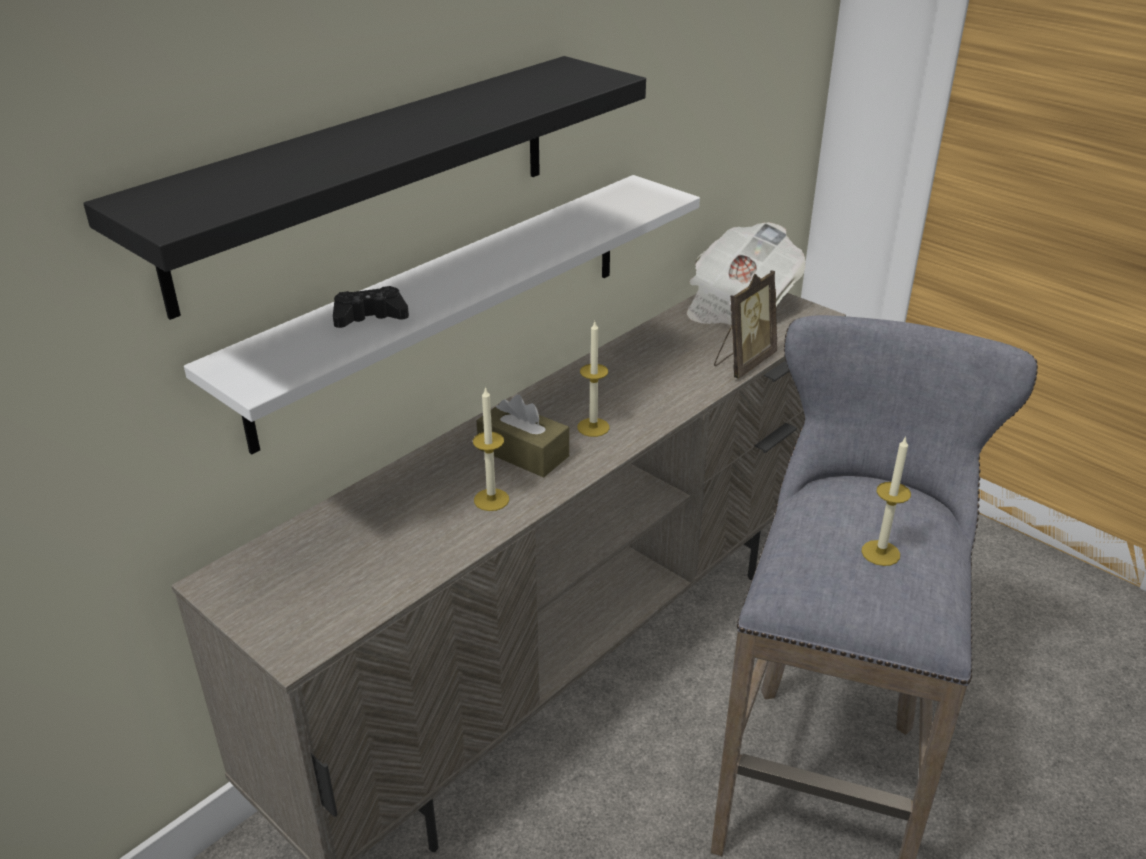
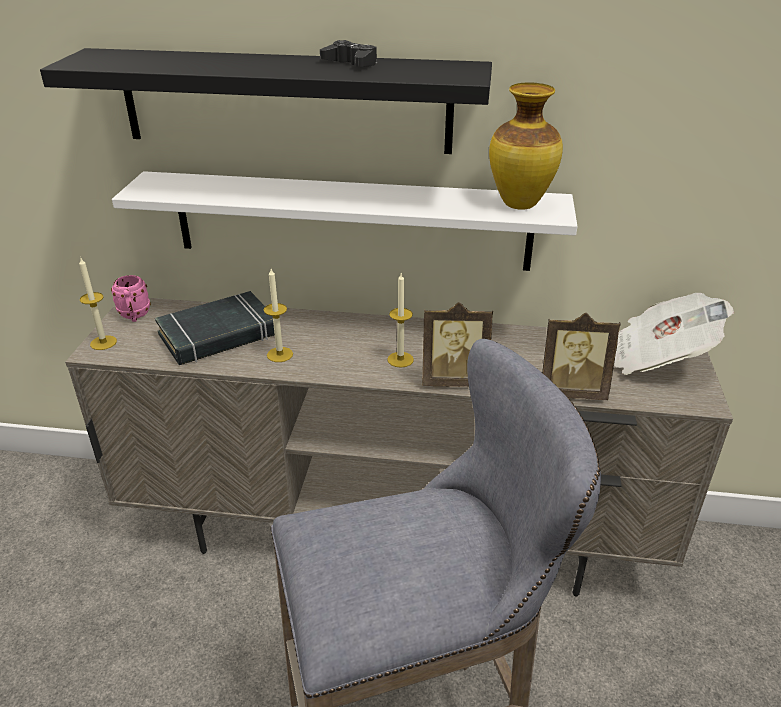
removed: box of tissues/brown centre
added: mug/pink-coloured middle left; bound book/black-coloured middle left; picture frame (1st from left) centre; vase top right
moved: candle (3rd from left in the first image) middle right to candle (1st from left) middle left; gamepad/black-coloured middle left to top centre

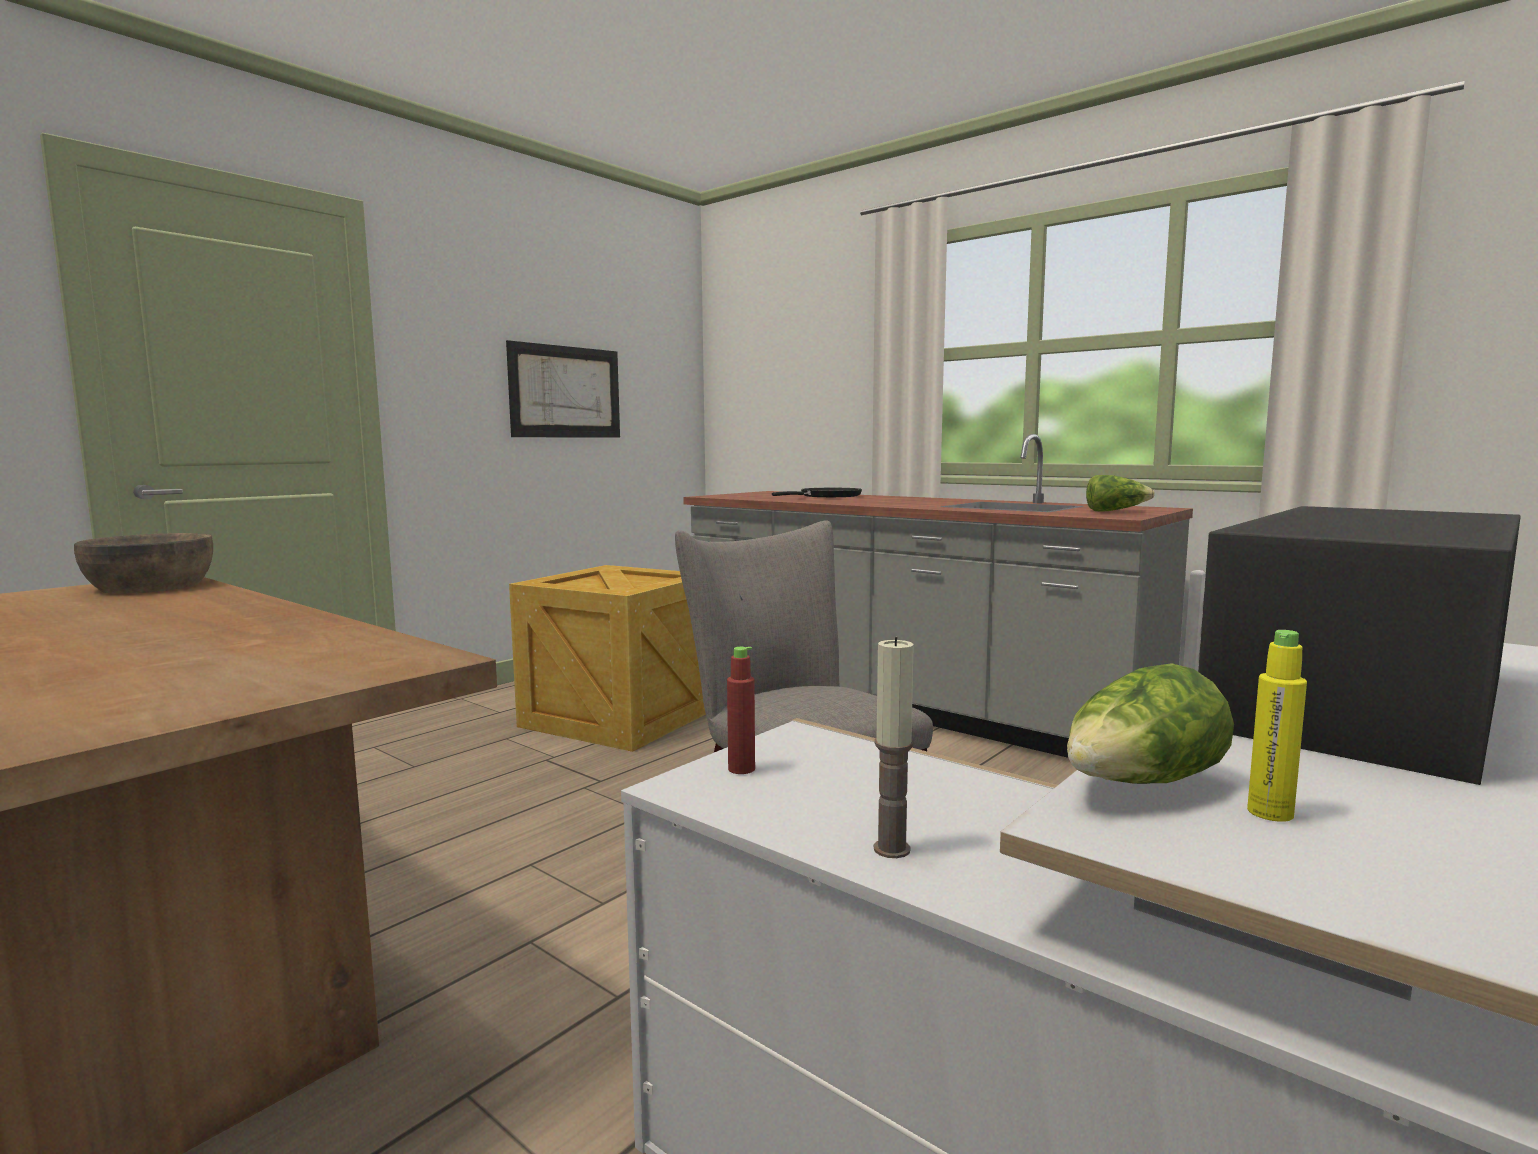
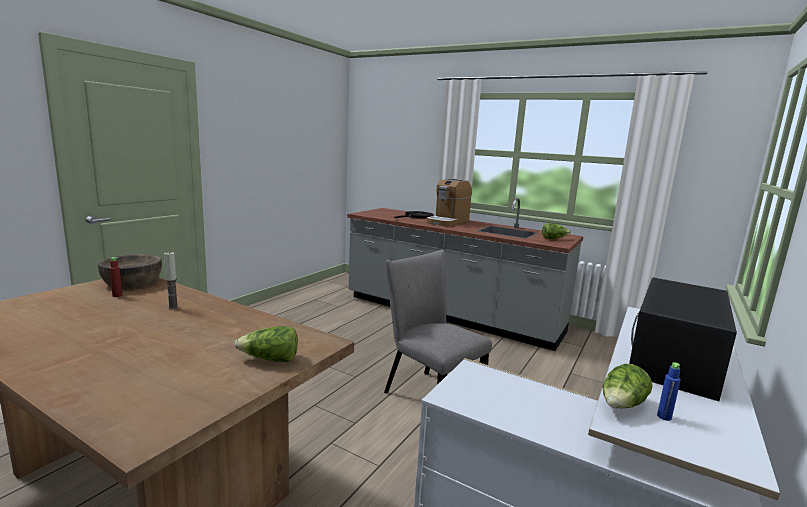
removed: wall picture centre; shipping crate centre
added: head of lettuce (1st from left) bottom left; coffee brewer centre
moved: bottle/red centre to middle left; candle centre to middle left
recoloured: bottle/yellowish middle right to bottle/blue-coloured bottom right

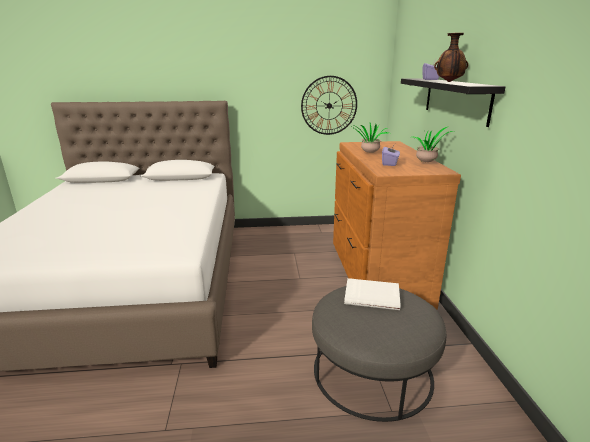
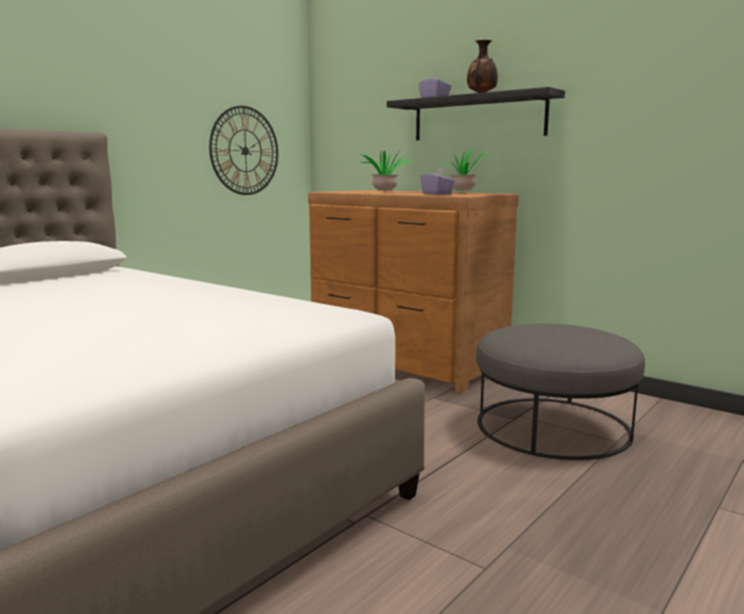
removed: bound book/white centre

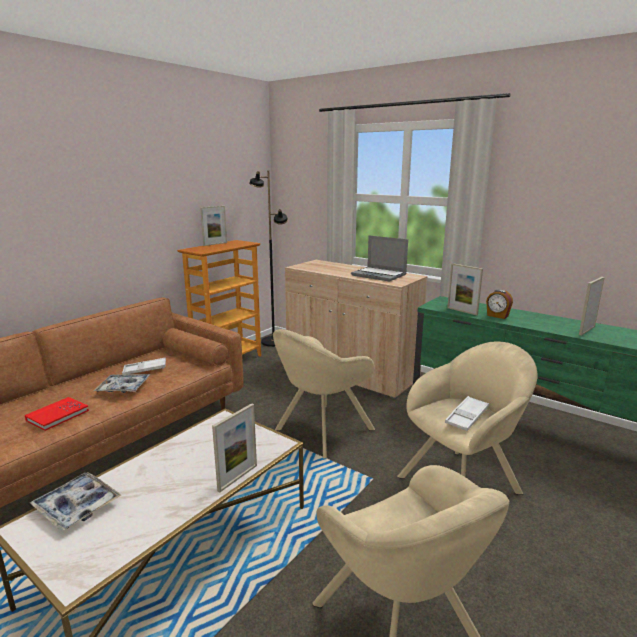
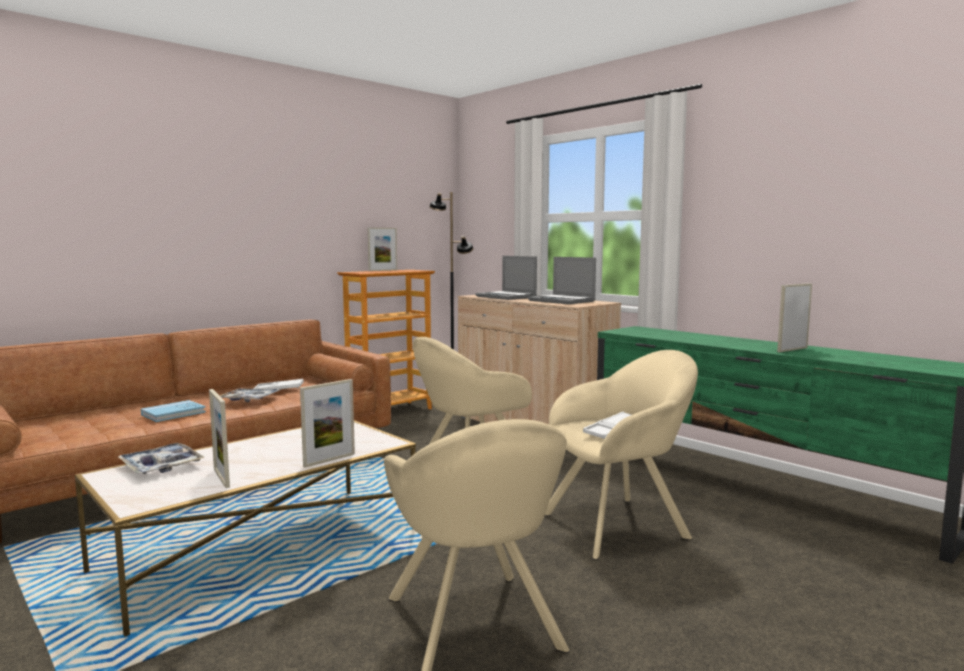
removed: alarm clock middle right
added: portable computer (1st from left) centre
moved: picture frame (3rd from left in the first image) middle right to picture frame (1st from left) middle left
recoloured: bound book/red middle left to bound book/blue-coloured middle left

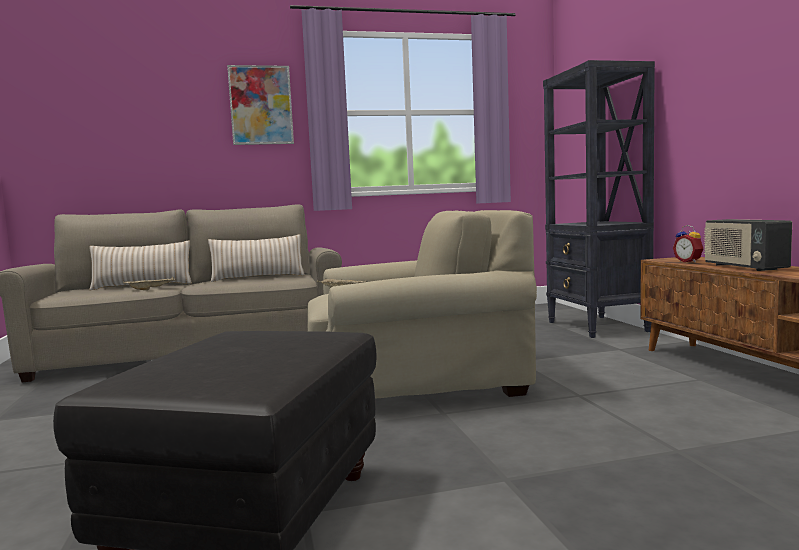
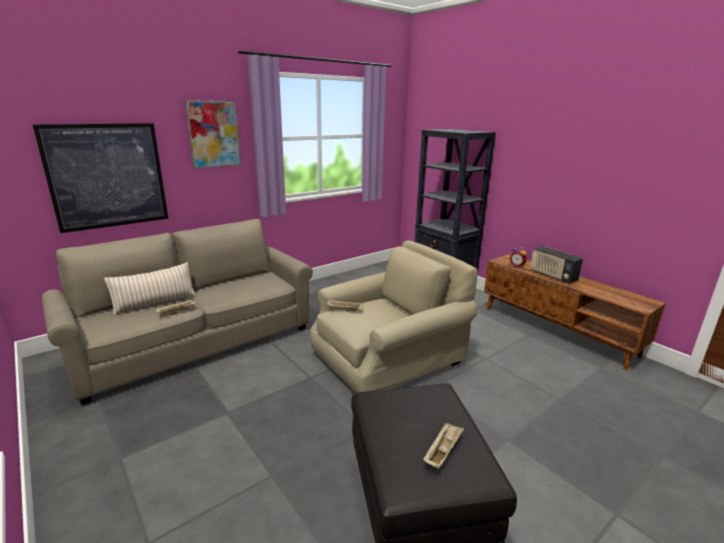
removed: pillow/beige-coloured (2nd from left) middle left
added: wall picture (1st from left) top left; serving tray/beige-coloured (3rd from left) bottom centre

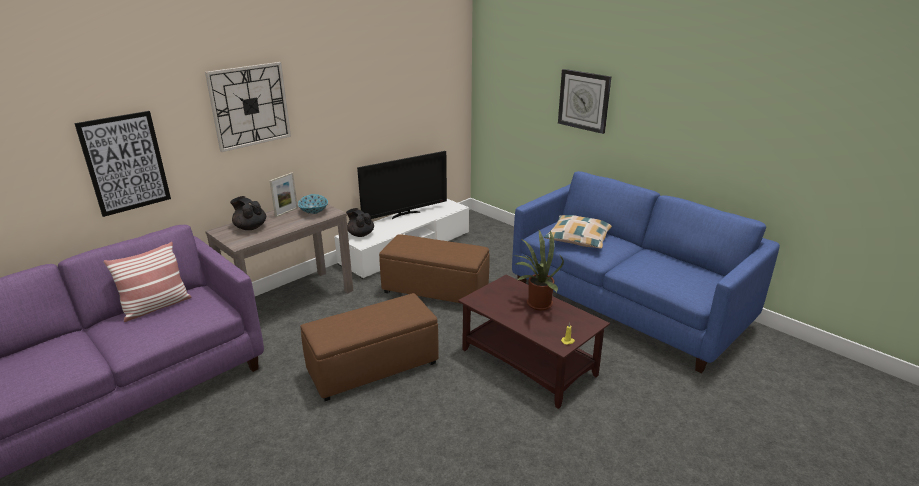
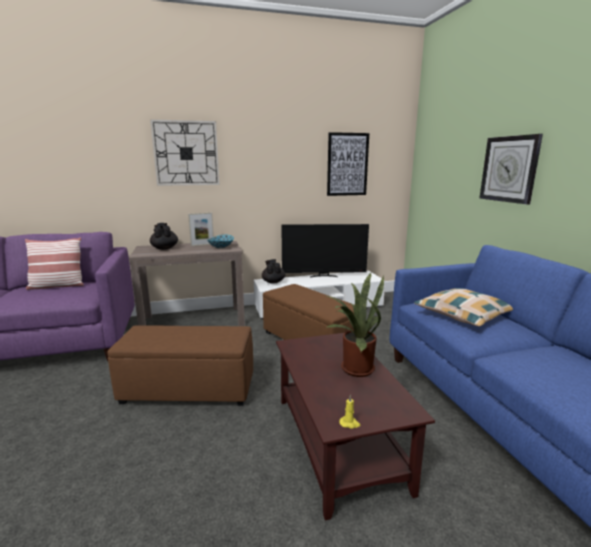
moved: wall picture middle left to top centre

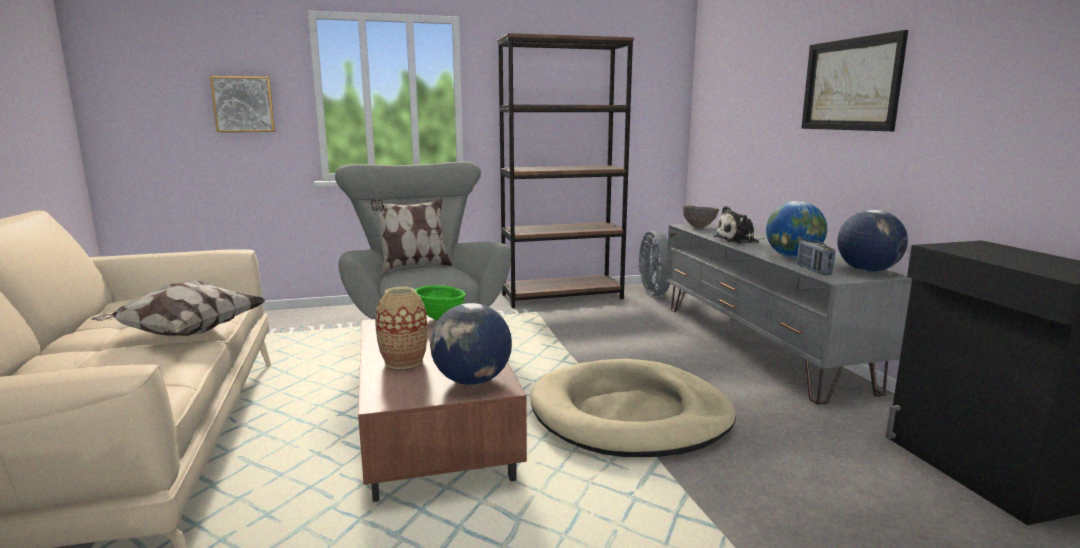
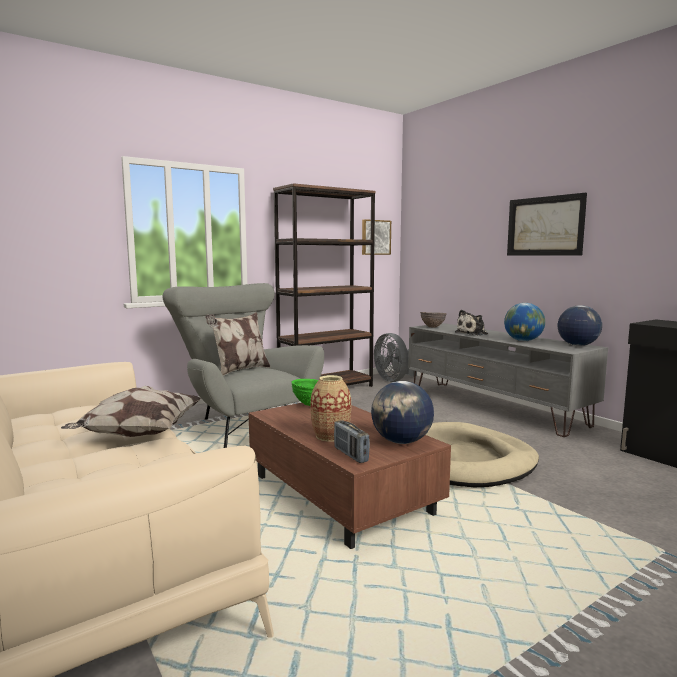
moved: radio middle right to centre; wall picture (1st from left) top left to centre

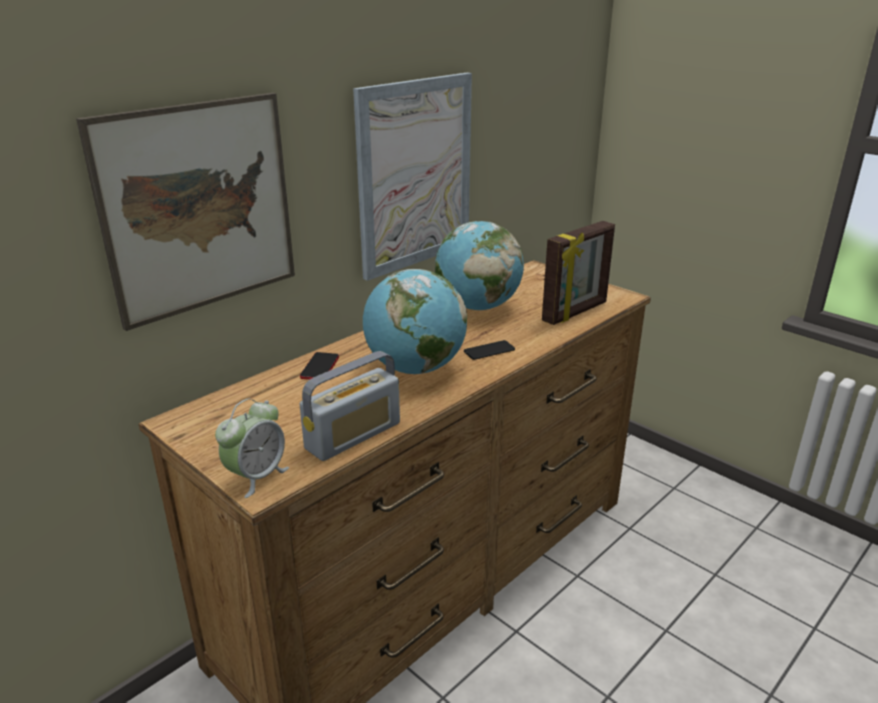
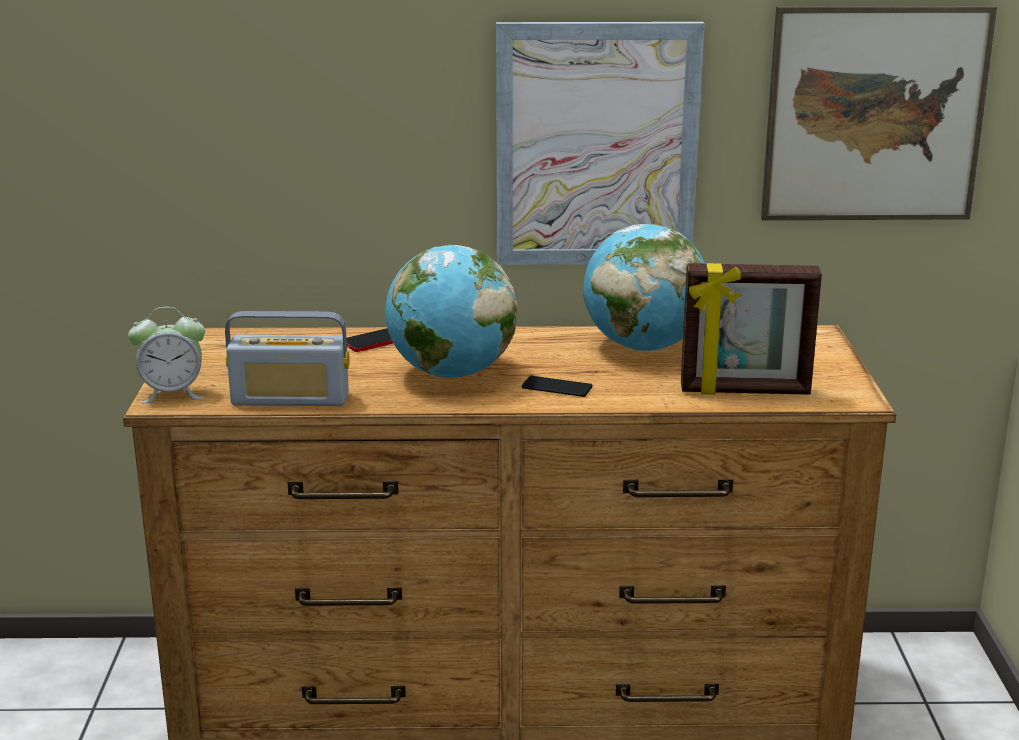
moved: wall picture (1st from left in the first image) top left to wall picture (2nd from left) top right

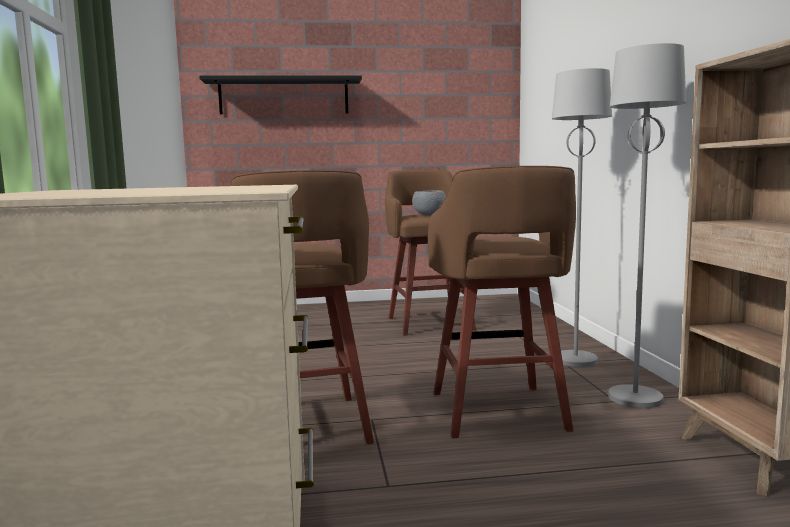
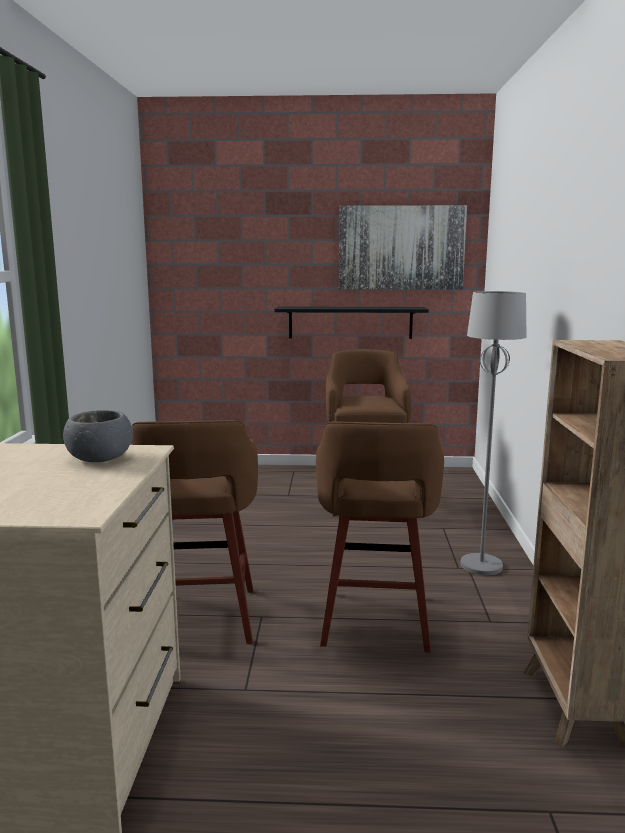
removed: standard lamp/gray (2nd from left) middle right
added: wall picture top centre
moved: bowl/gray centre to middle left; shelf/black-coloured top centre to centre

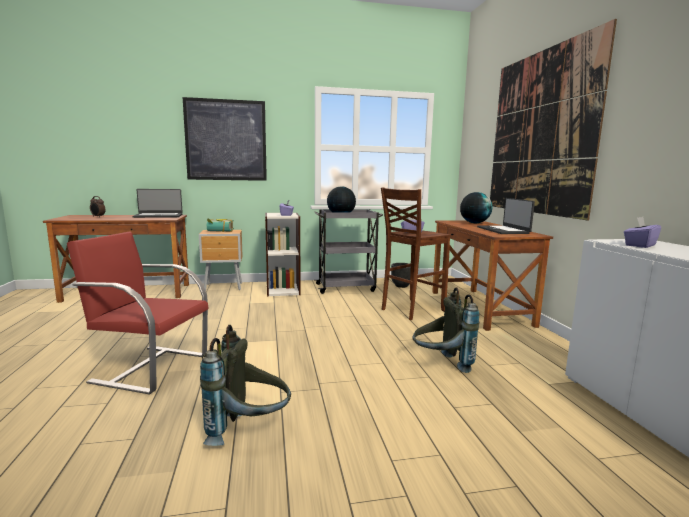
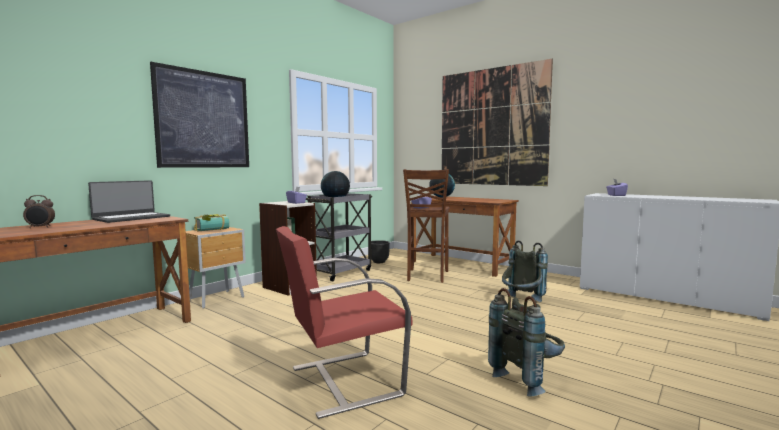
removed: portable computer (2nd from left) middle right

